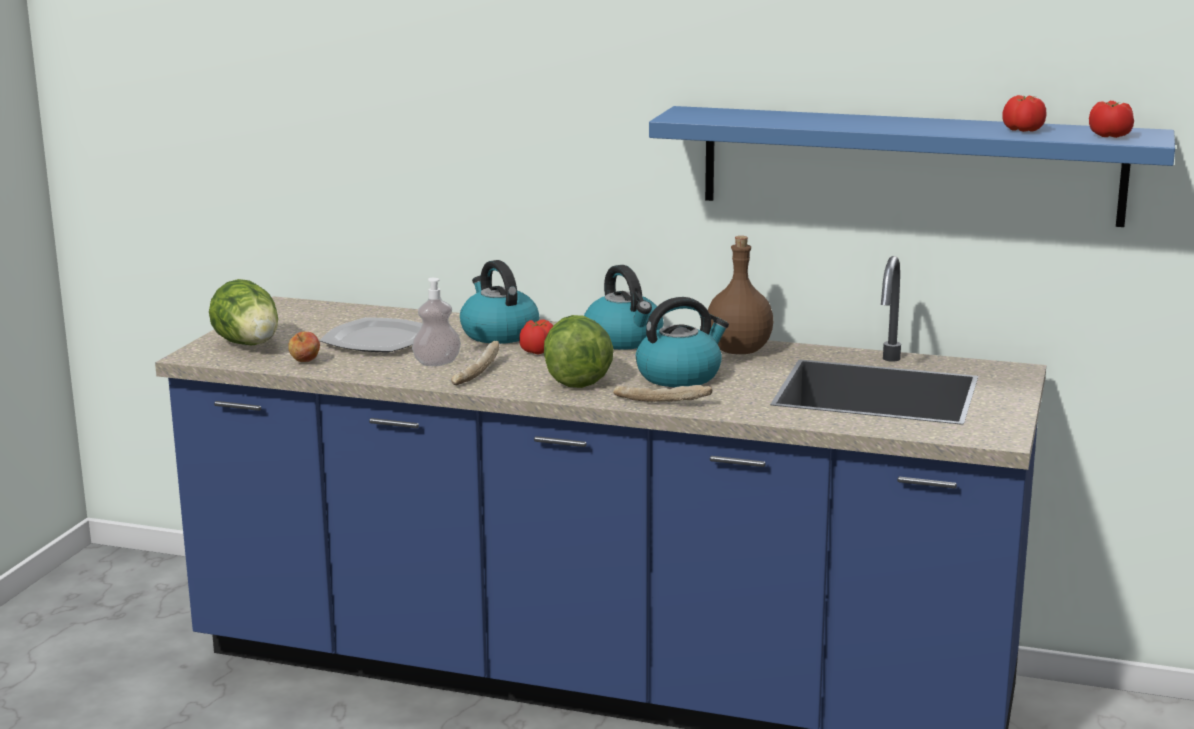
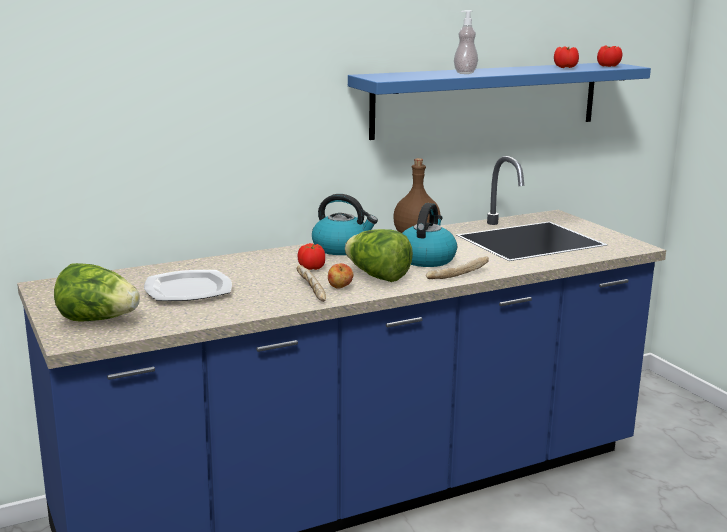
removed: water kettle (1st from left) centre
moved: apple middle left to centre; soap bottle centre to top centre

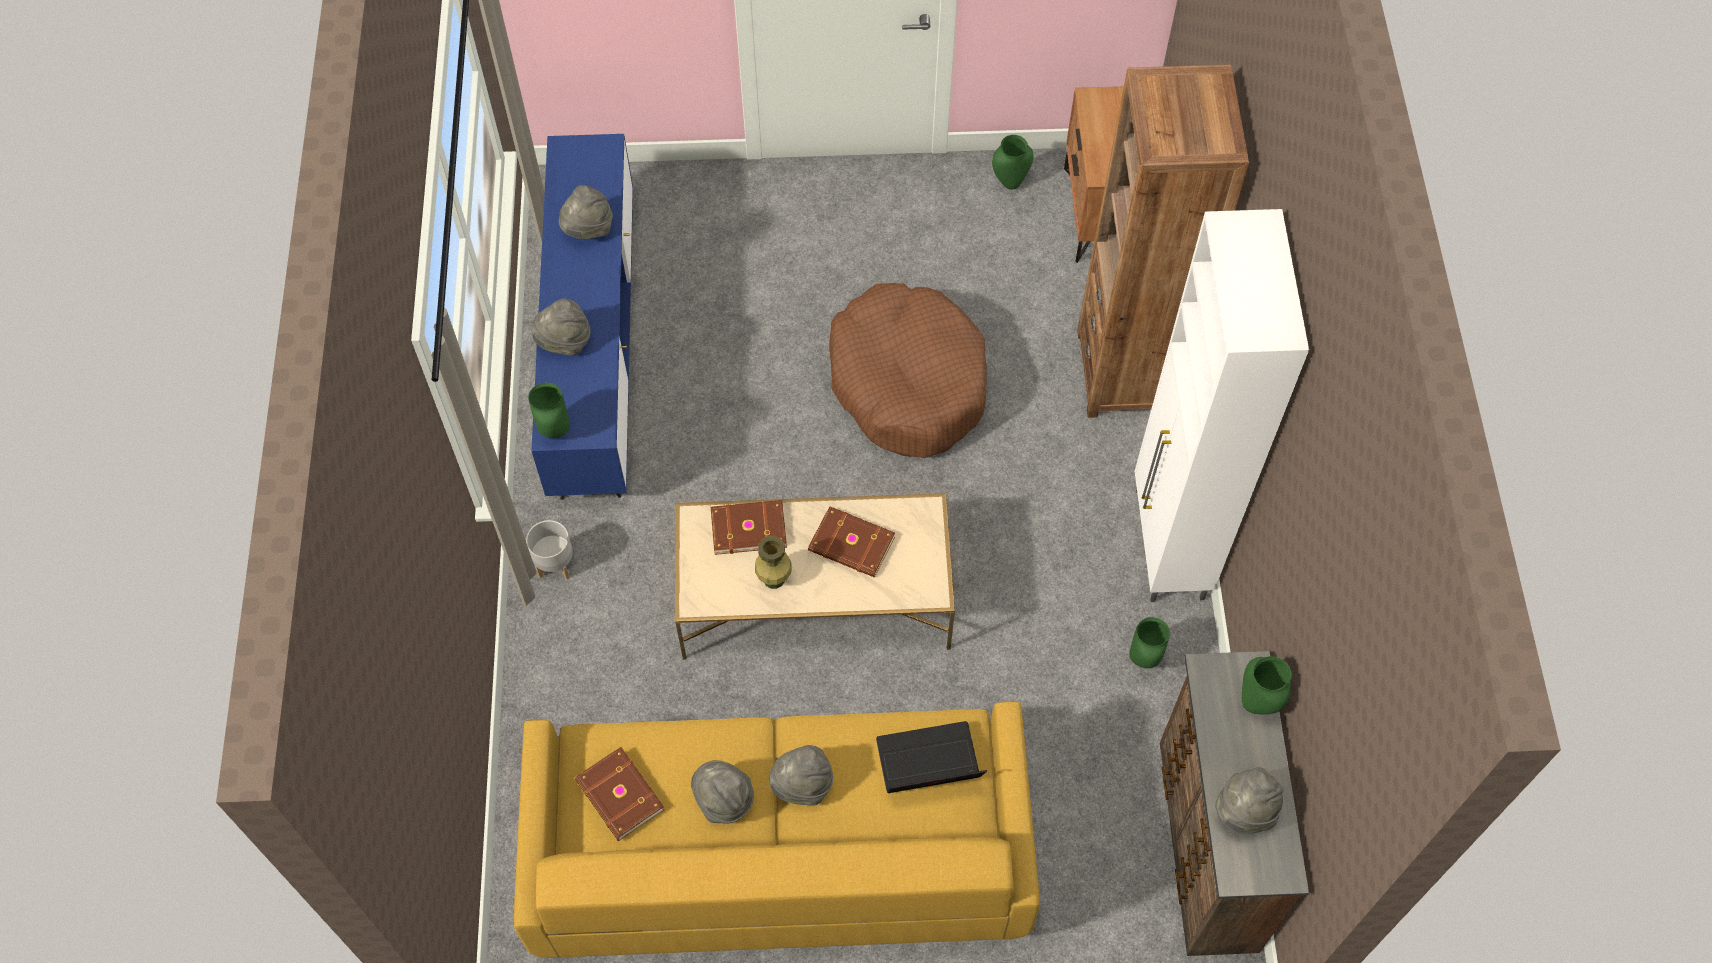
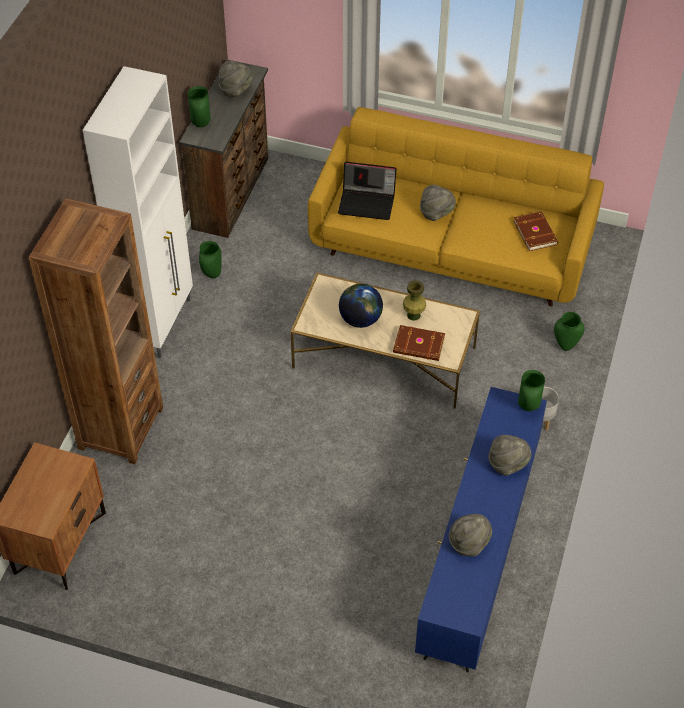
removed: clothing hat/gray (3rd from left) bottom centre; pet bed/brown centre
moved: vase/greenish (3rd from left in the first image) top centre to vase/greenish (5th from left) middle right
replaced: bound book/brown (3rd from left) centre to desk globe centre

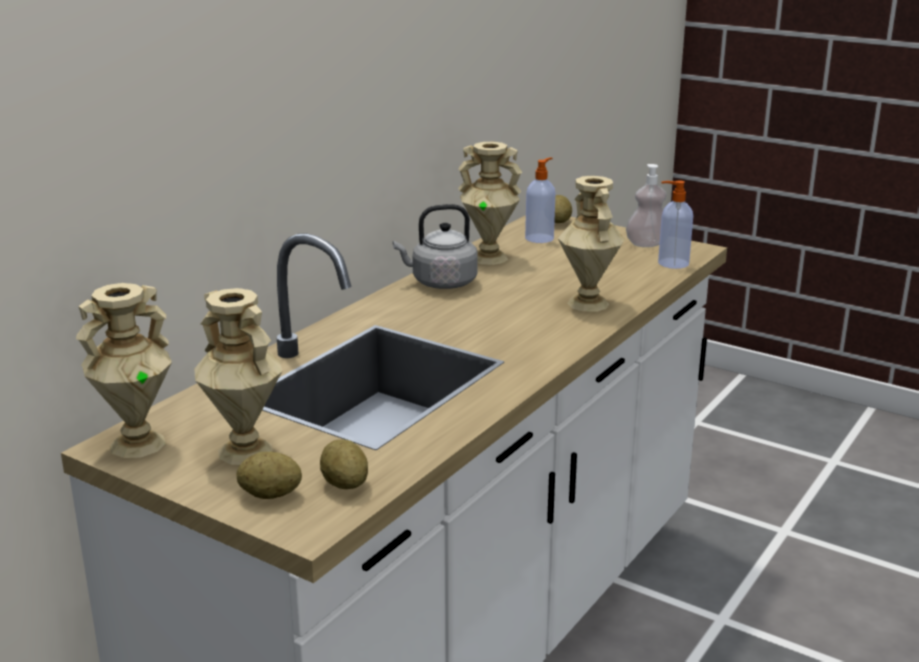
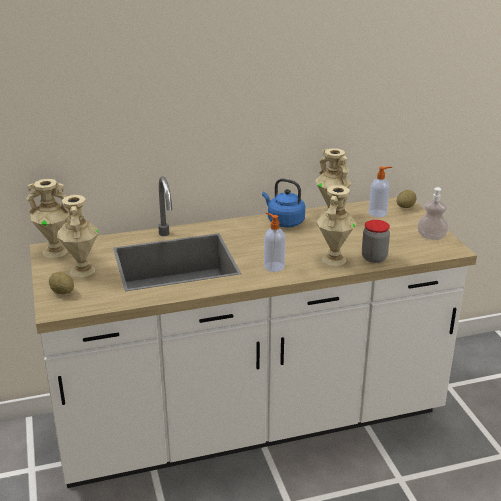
removed: whole potato (2nd from left) bottom centre
added: jar middle right
moved: soap bottle (3rd from left in the first image) middle right to soap bottle (1st from left) centre
recoloured: water kettle/gray centre to water kettle/blue-coloured centre

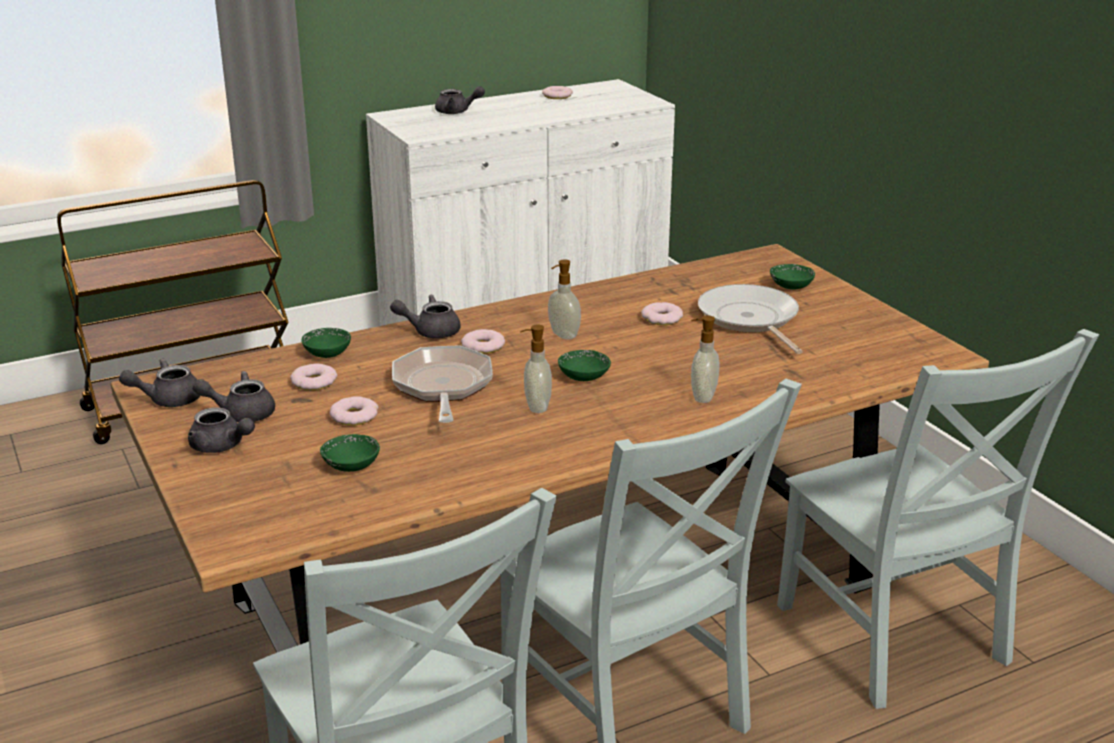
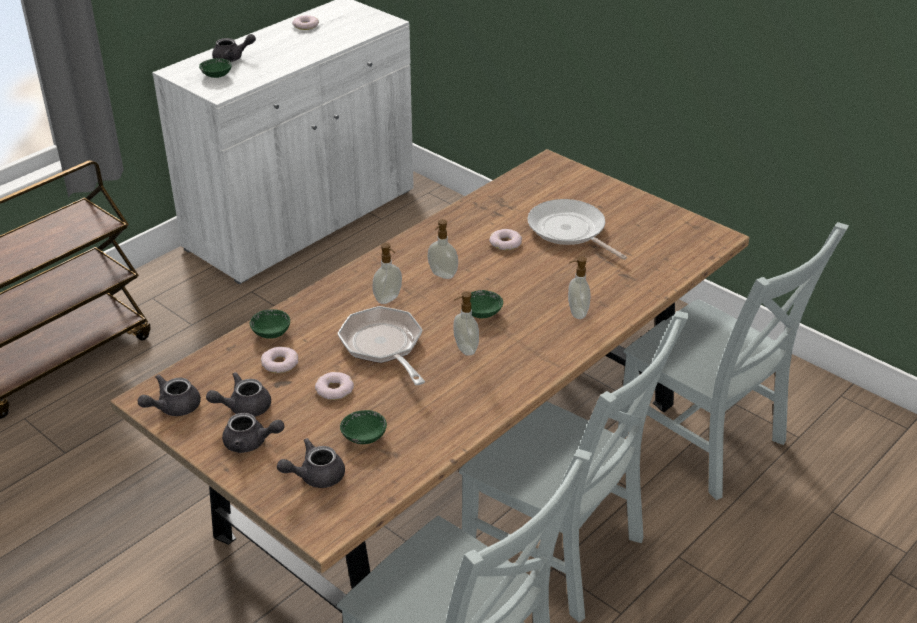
moved: bowl/greenish (4th from left in the first image) middle right to bowl/greenish (1st from left) top left; pot for tea/gray (4th from left in the first image) centre to pot for tea/gray (5th from left) bottom centre
replaced: donut (3rd from left) centre to soap bottle (1st from left) centre

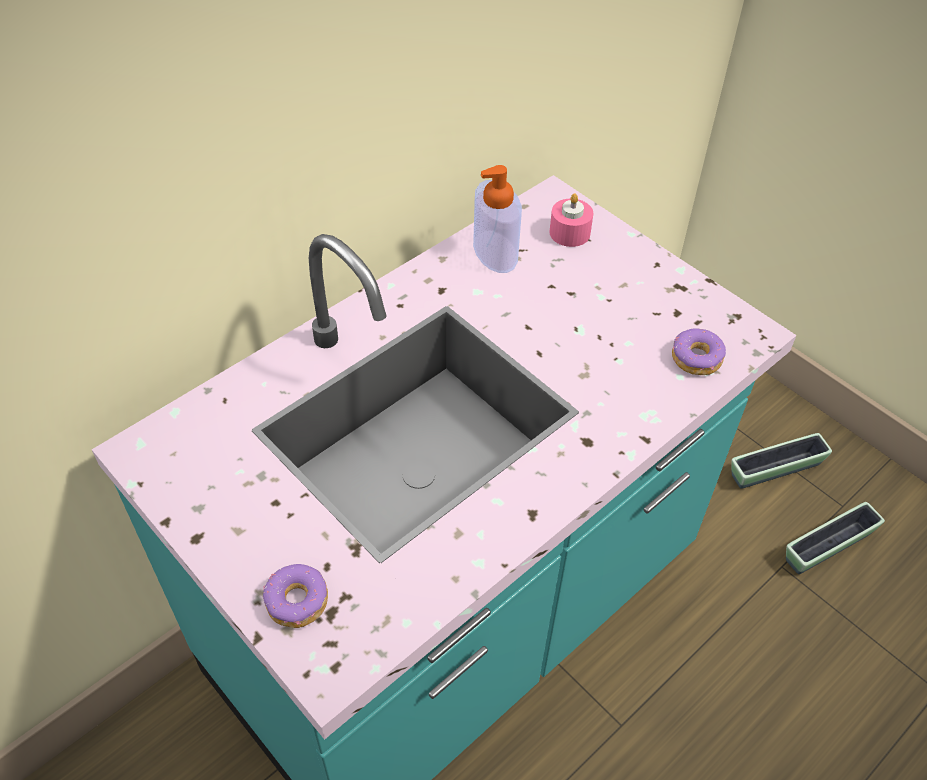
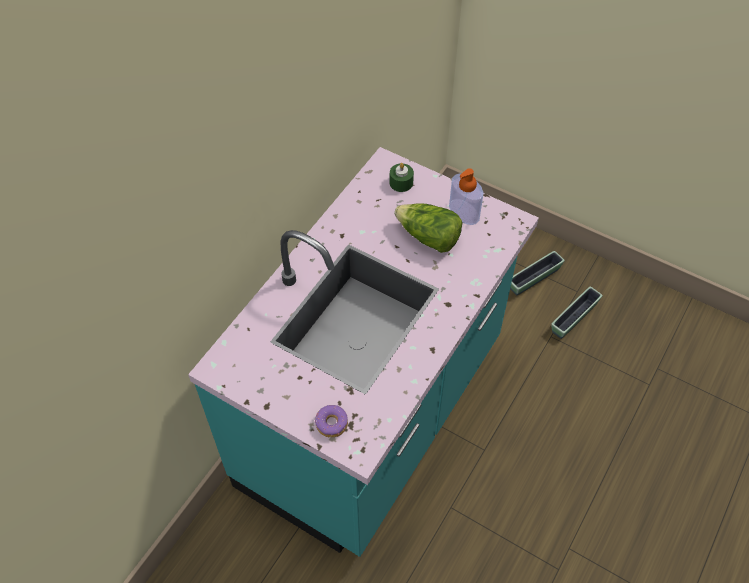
removed: donut (2nd from left) middle right
added: head of lettuce centre
moved: soap bottle top centre to centre
recoloured: candle/pink-coloured top centre to candle/greenish top centre

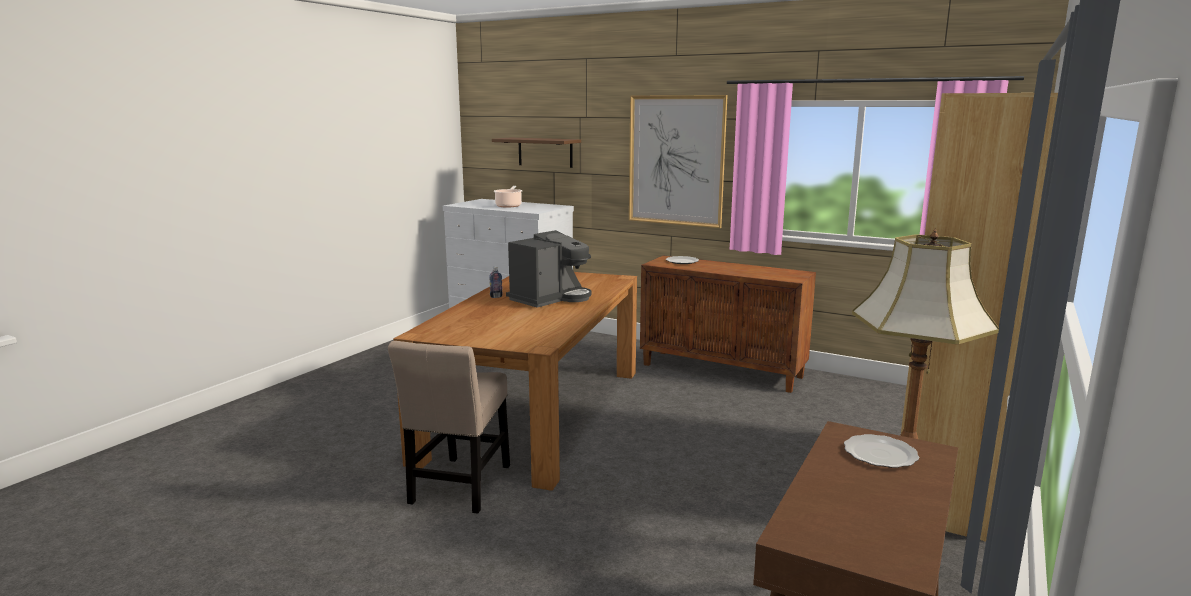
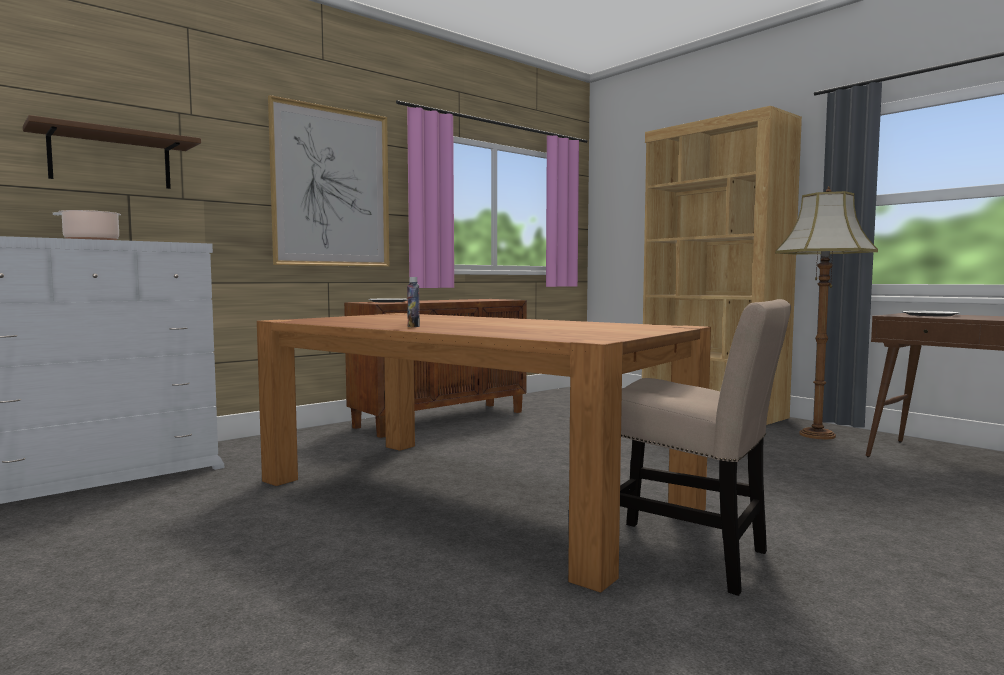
removed: coffee brewer centre

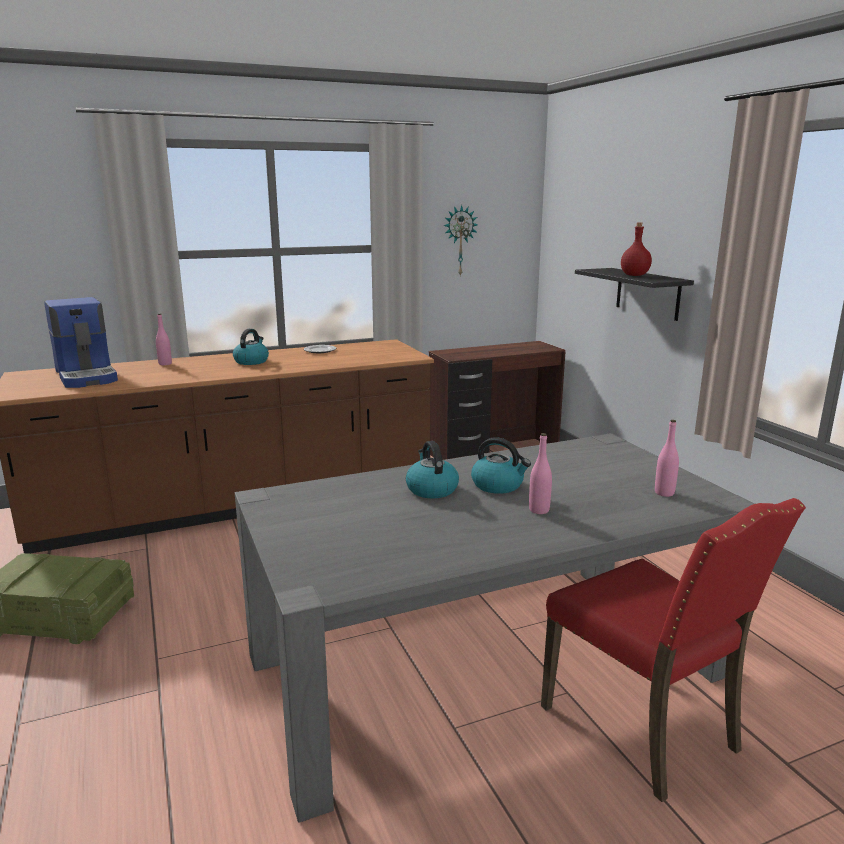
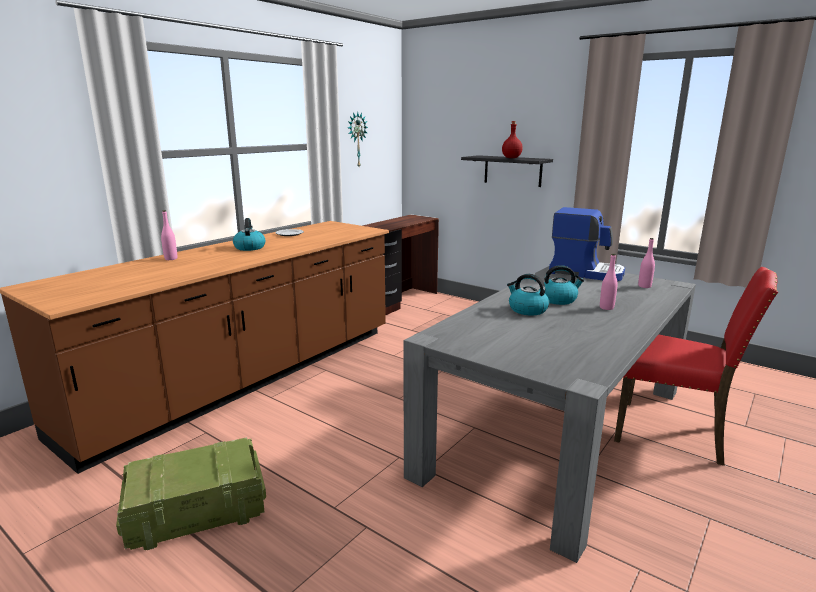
moved: coffee brewer middle left to middle right

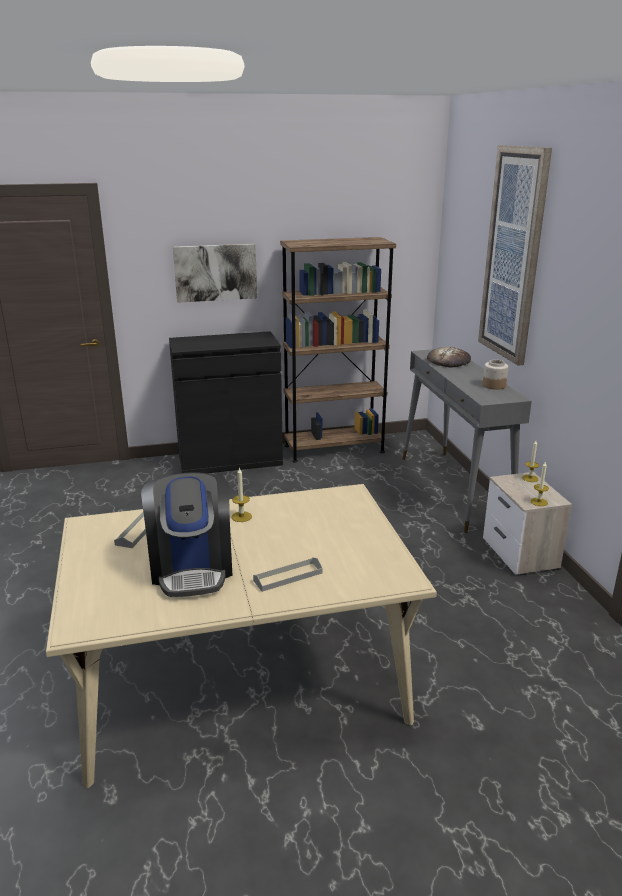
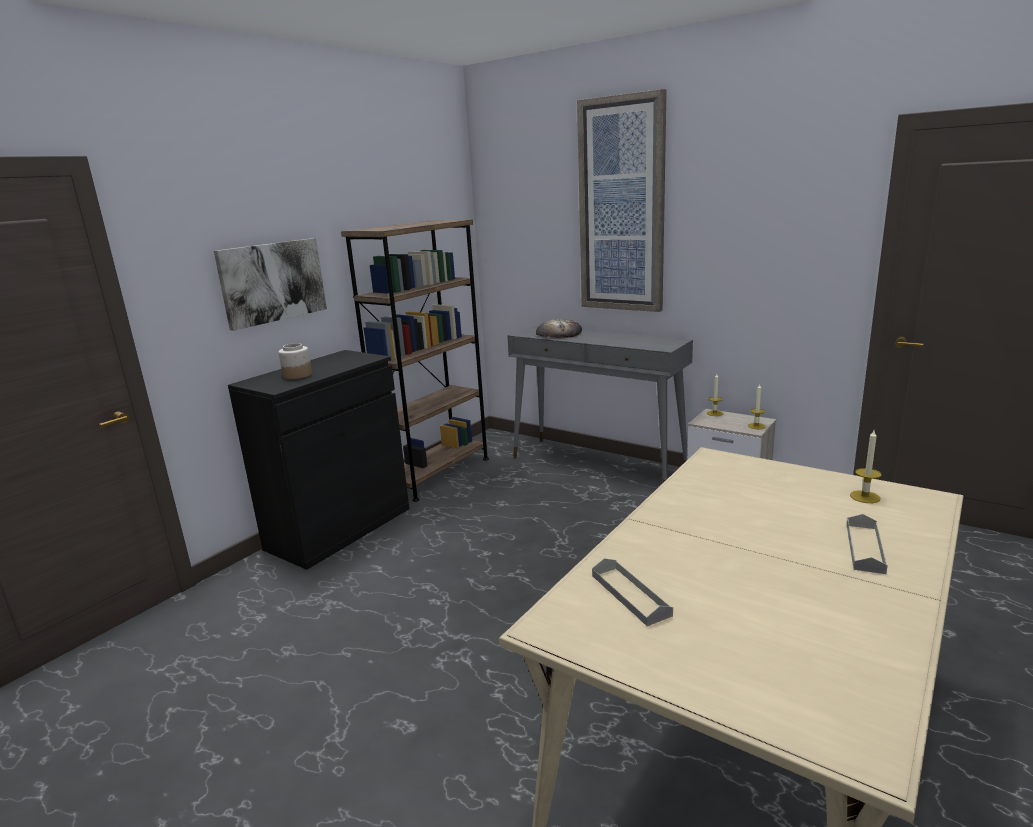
removed: coffee brewer middle left
moved: jar middle right to middle left; candle (1st from left in the first image) centre to candle (3rd from left) middle right

